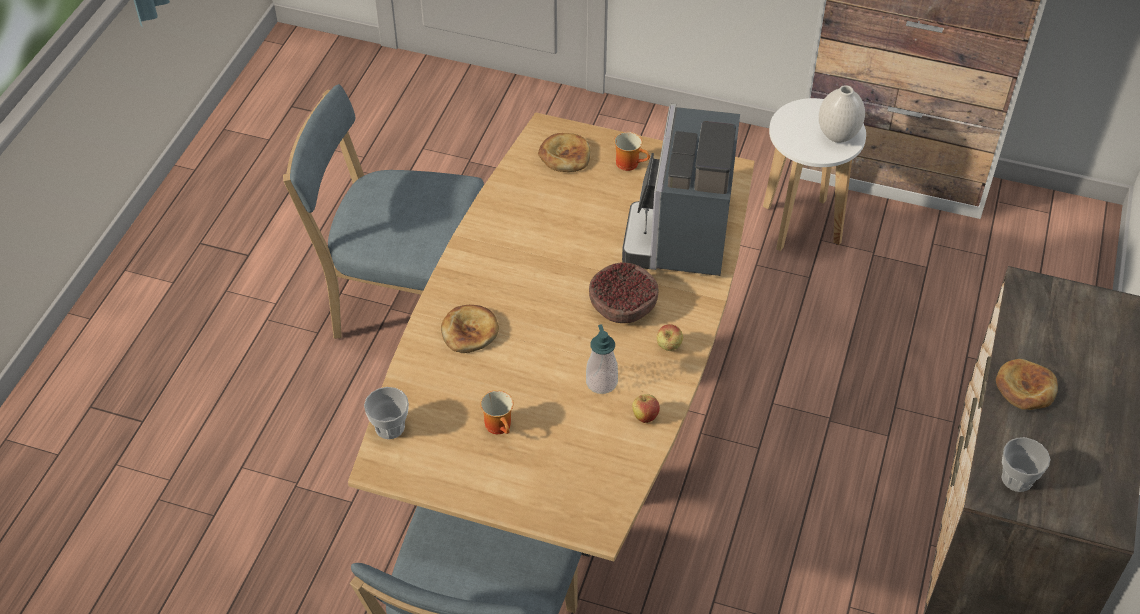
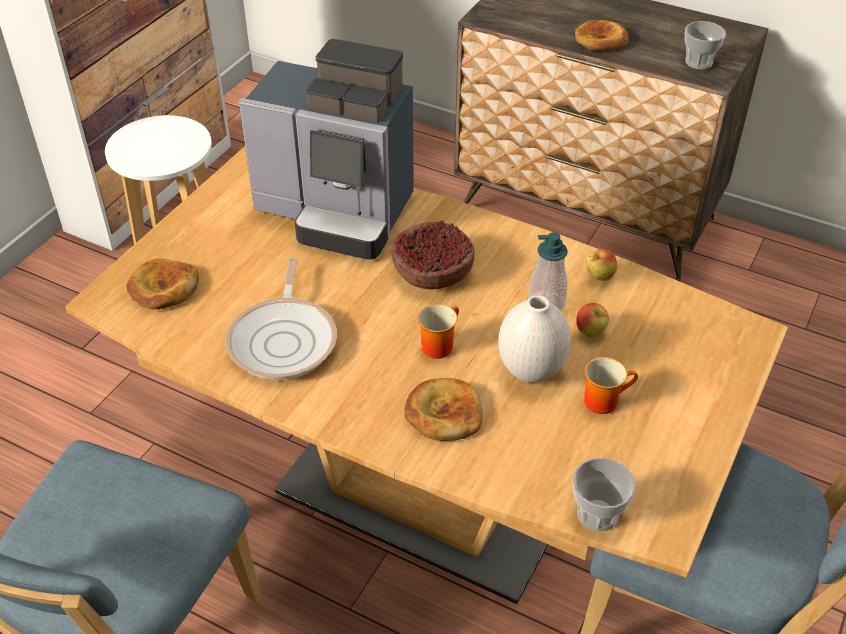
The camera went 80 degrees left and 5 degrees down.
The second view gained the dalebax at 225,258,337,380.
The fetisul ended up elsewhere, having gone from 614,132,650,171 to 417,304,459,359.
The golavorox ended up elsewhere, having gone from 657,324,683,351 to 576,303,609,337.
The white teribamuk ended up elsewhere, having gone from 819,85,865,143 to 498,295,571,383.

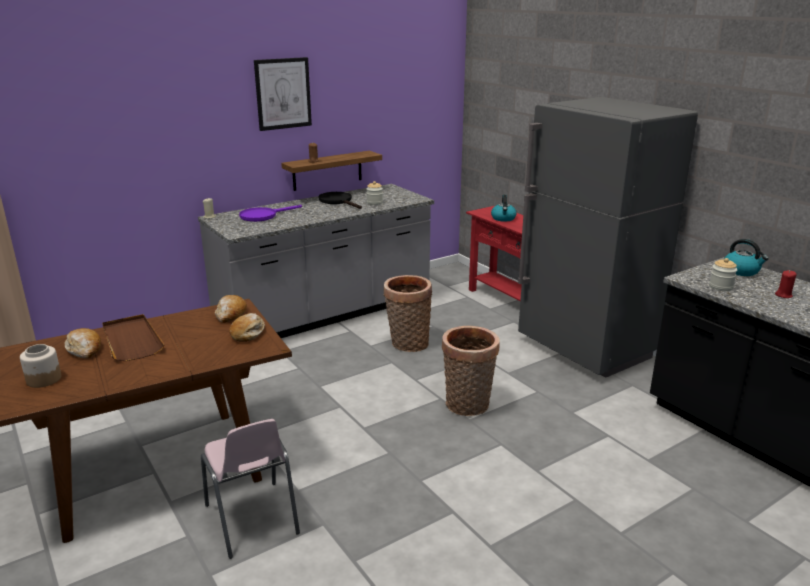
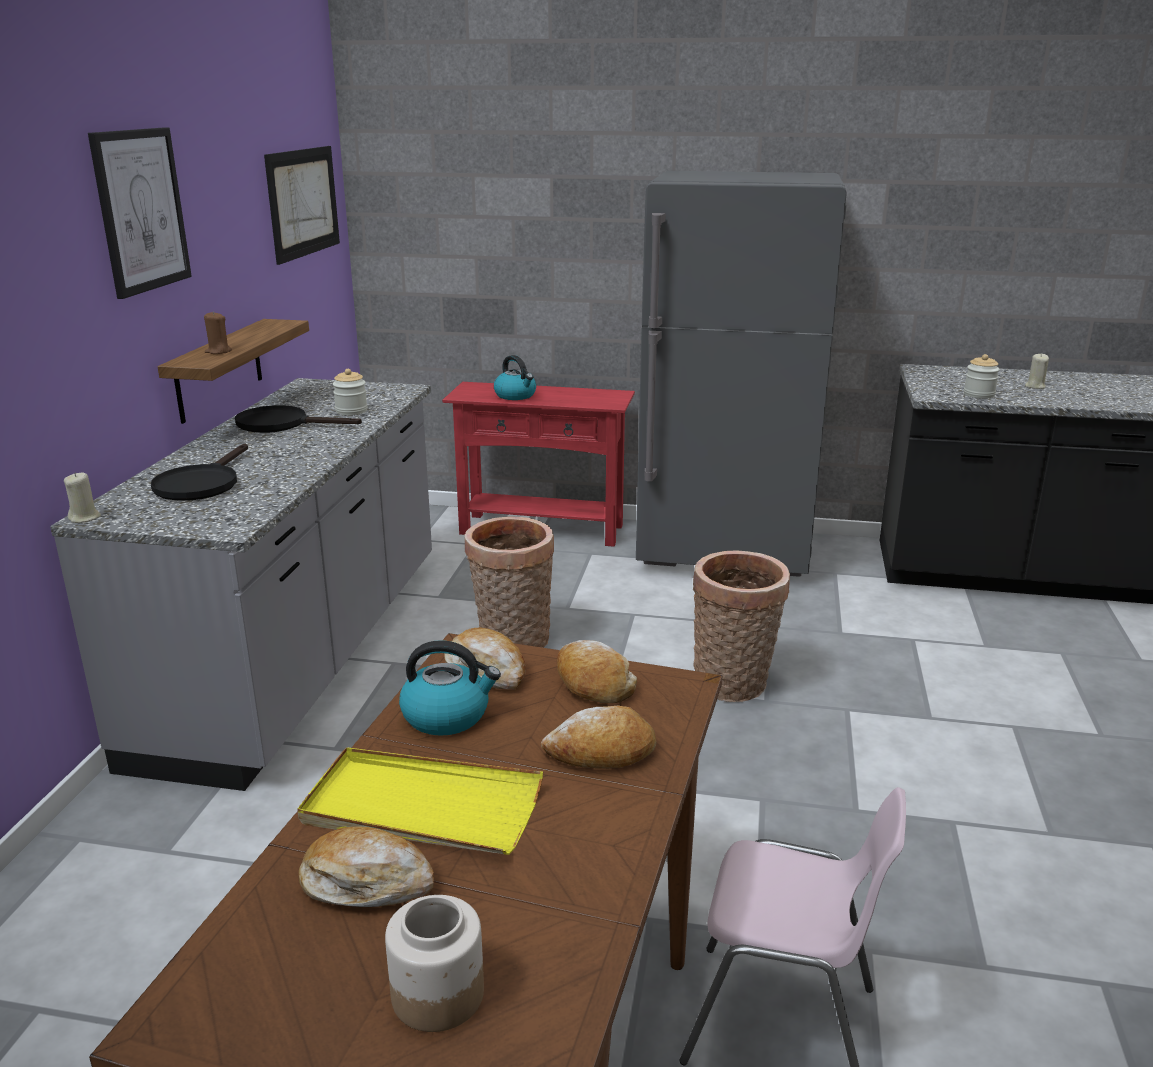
The camera went 45 degrees left and 0 degrees up.
The second view gained the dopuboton at 264,146,340,265.
The second view gained the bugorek at 541,705,657,769.
The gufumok ended up elsewhere, having gone from 724,239,769,276 to 399,640,501,736.
What was the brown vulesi at 102,314,164,361 turned into the yellow vulesi at 297,747,543,855.
What was the purple dalebax at 239,205,302,222 turned into the black dalebax at 151,443,248,501.
What was the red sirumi at 775,270,797,298 turned into the beige sirumi at 1025,353,1049,389.

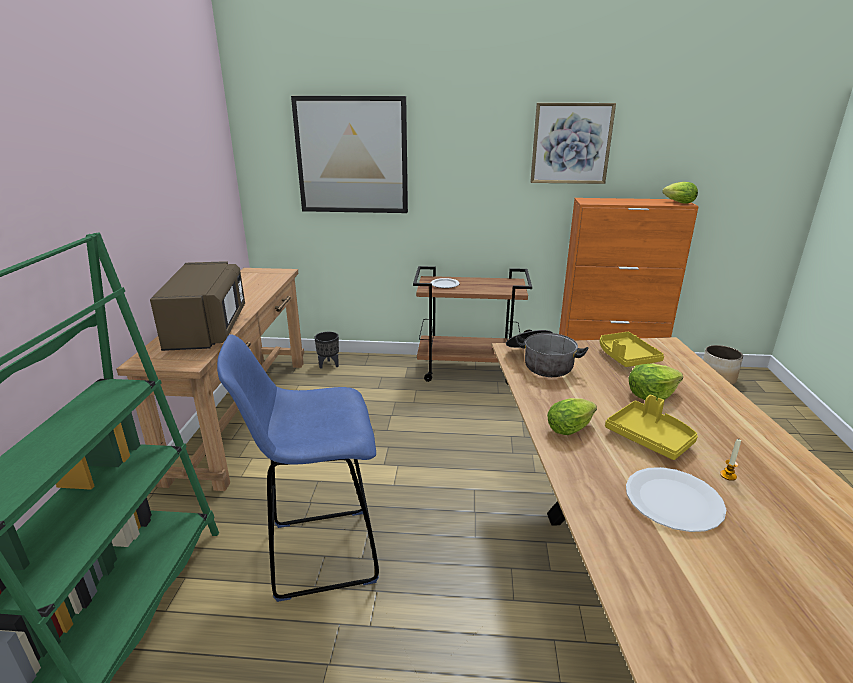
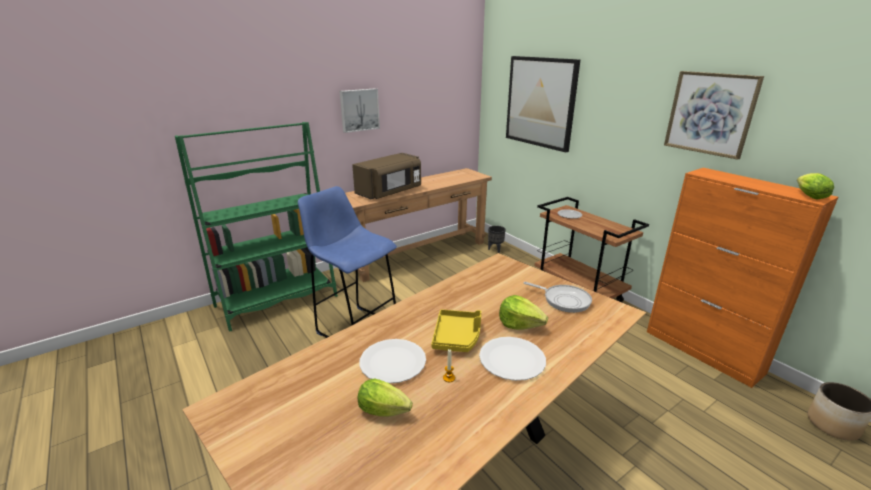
The camera went 50 degrees right and 0 degrees up.
The second view lost the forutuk at 506,330,588,377.
The second view gained the dopuboton at 340,88,380,133.
The second view gained the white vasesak at 479,337,546,381.
The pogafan ended up elsewhere, having gone from 547,398,597,435 to 358,379,413,417.
Where the yellow vulesi stood at 600,332,664,367, the dalebax came to stand at 524,282,592,313.

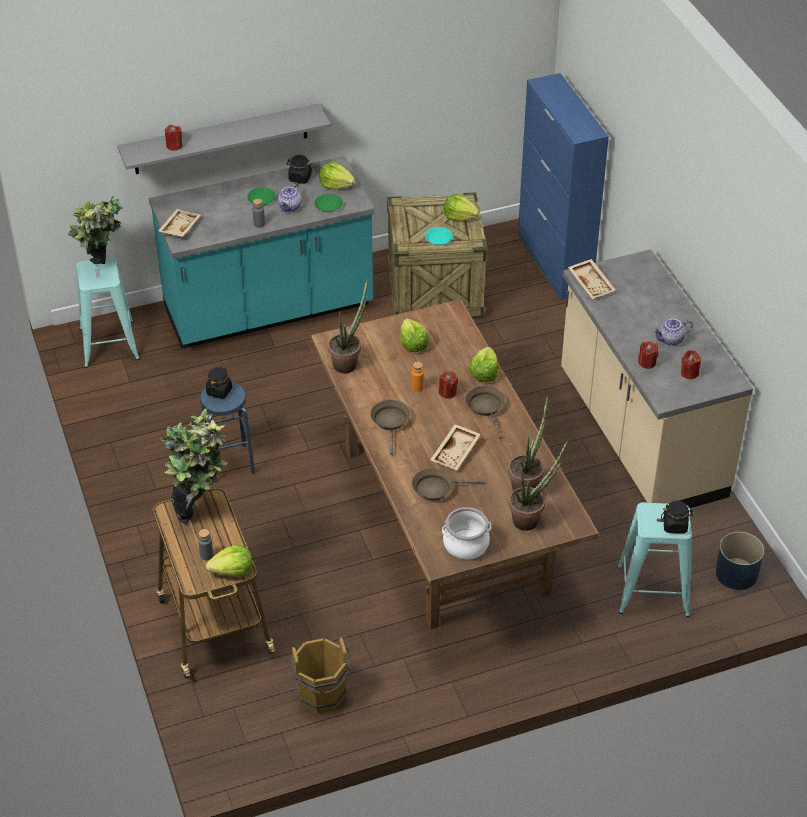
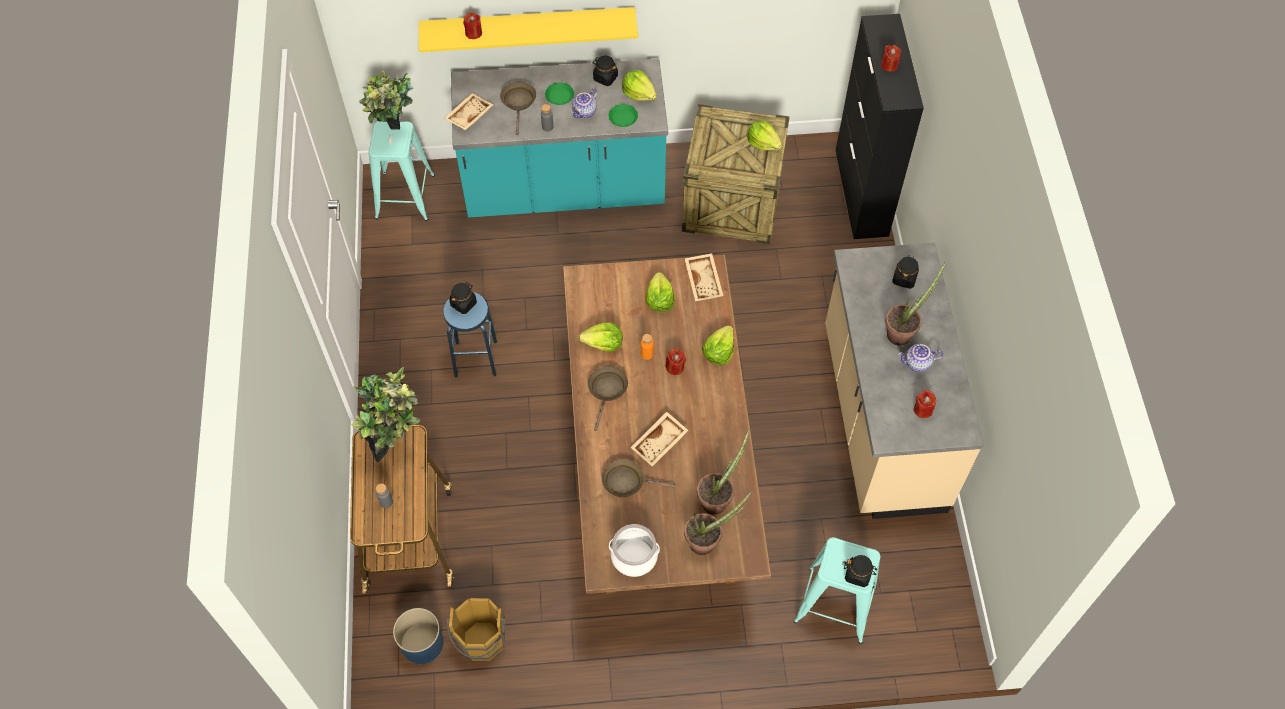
The camera went 15 degrees right and 15 degrees up.
The second view lost the turquoise vasesak at 425,227,453,245.
The second view gained the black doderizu at 892,256,919,289.
The pogafan ended up elsewhere, having gone from 206,545,253,576 to 579,322,623,351.
The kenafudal ended up elsewhere, having gone from 328,278,368,373 to 885,262,946,346.
The brown dalebax ended up elsewhere, having gone from 465,386,505,439 to 500,81,536,135.
The beige vulesi ended up elsewhere, having gone from 568,259,615,299 to 684,253,723,301.
The red sirumi ended up elsewhere, having gone from 638,341,658,369 to 881,45,901,72.
The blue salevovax ended up elsewhere, having gone from 716,532,764,590 to 393,608,444,664.
What was the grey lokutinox at 117,104,330,174 turned into the yellow lokutinox at 419,7,638,52.
What was the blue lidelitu at 518,73,609,300 turned into the black lidelitu at 836,14,924,239.

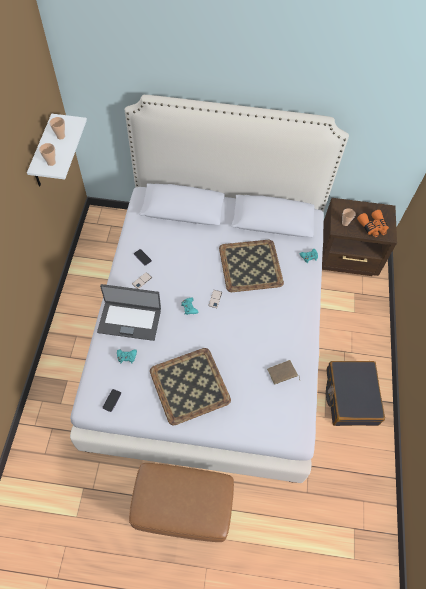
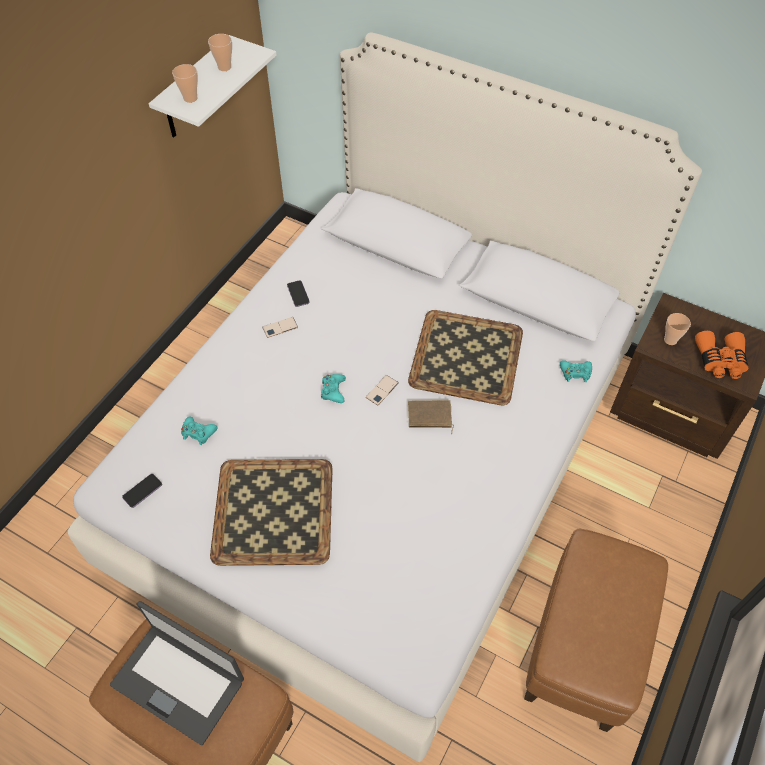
The camera went 25 degrees right and 5 degrees down.
The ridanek ended up elsewhere, having gone from 97,284,161,341 to 110,601,244,745.
The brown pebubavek ended up elsewhere, having gone from 267,360,300,385 to 408,400,454,434.
Where the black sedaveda stood at 326,361,385,426, the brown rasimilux came to stand at 524,529,668,732.

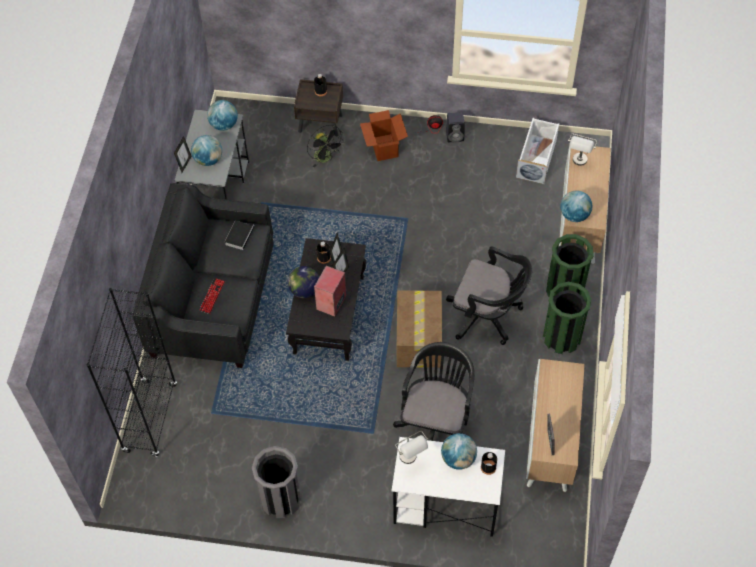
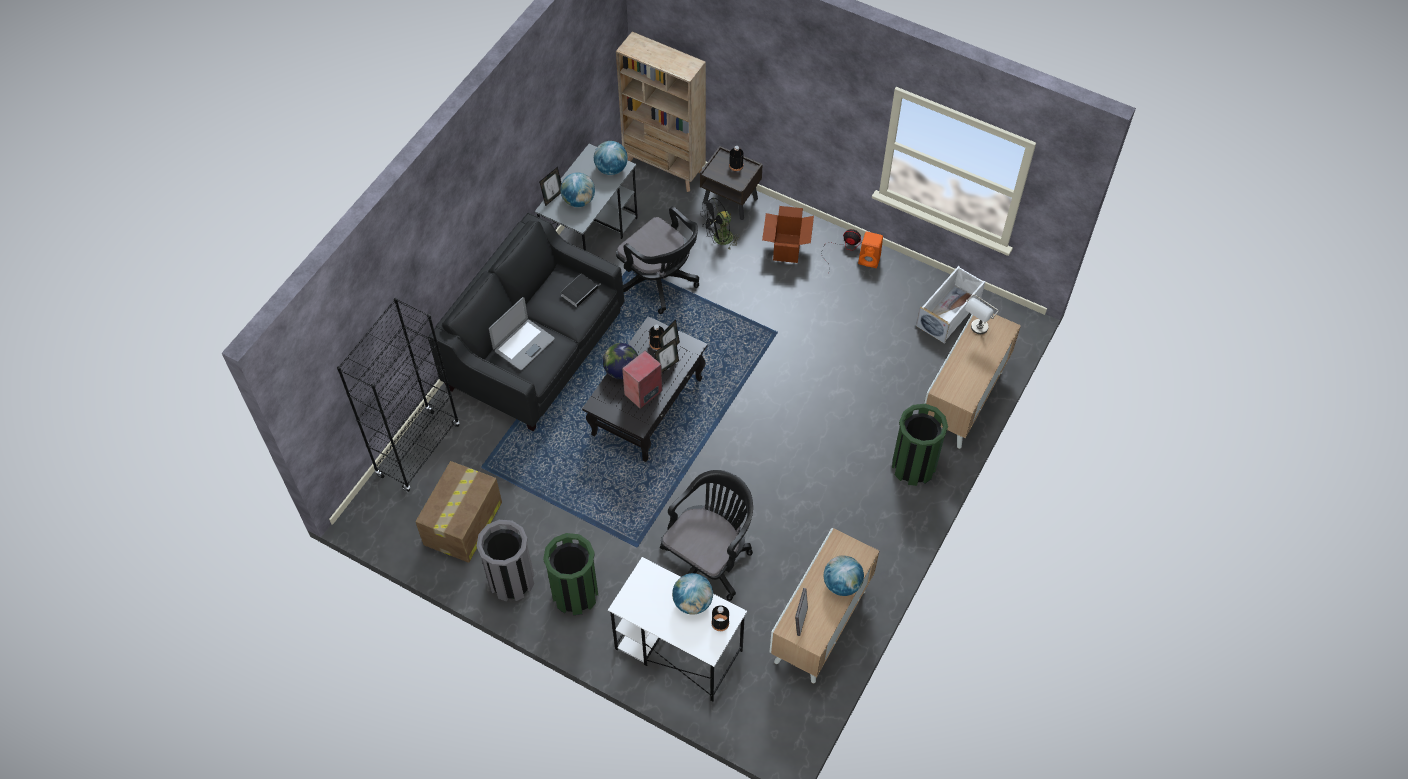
The camera went 20 degrees right and 0 degrees up.
The second view lost the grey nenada at 395,431,428,464.
The second view gained the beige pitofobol at 616,32,706,192.
The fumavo ended up elsewhere, having gone from 397,290,442,368 to 415,461,502,563.
The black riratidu ended up elsewhere, having gone from 446,246,532,345 to 616,206,699,314.
The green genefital ended up elsewhere, having gone from 543,282,592,354 to 543,533,598,615.
The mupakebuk ended up elsewhere, having gone from 560,190,592,222 to 824,555,864,596.
Where the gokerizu stood at 199,278,225,314, the ridanek came to stand at 489,297,555,370.
What was the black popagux at 446,112,465,142 turned into the orange popagux at 858,232,883,268.
The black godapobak at 307,125,344,167 ended up facing another way, 75 degrees clockwise from before.

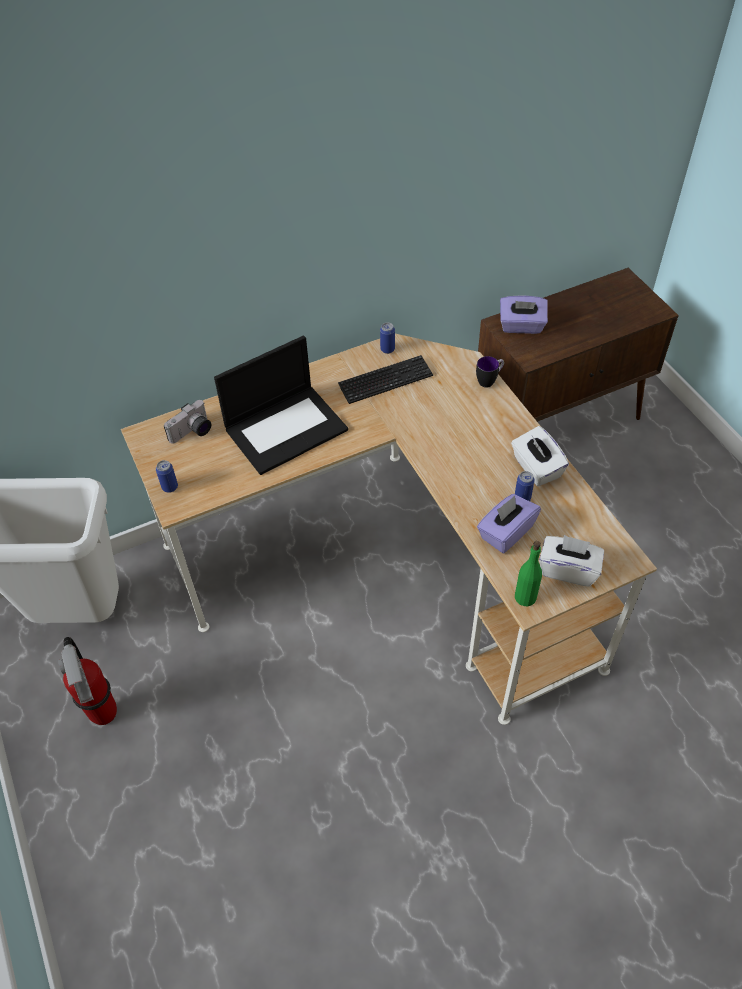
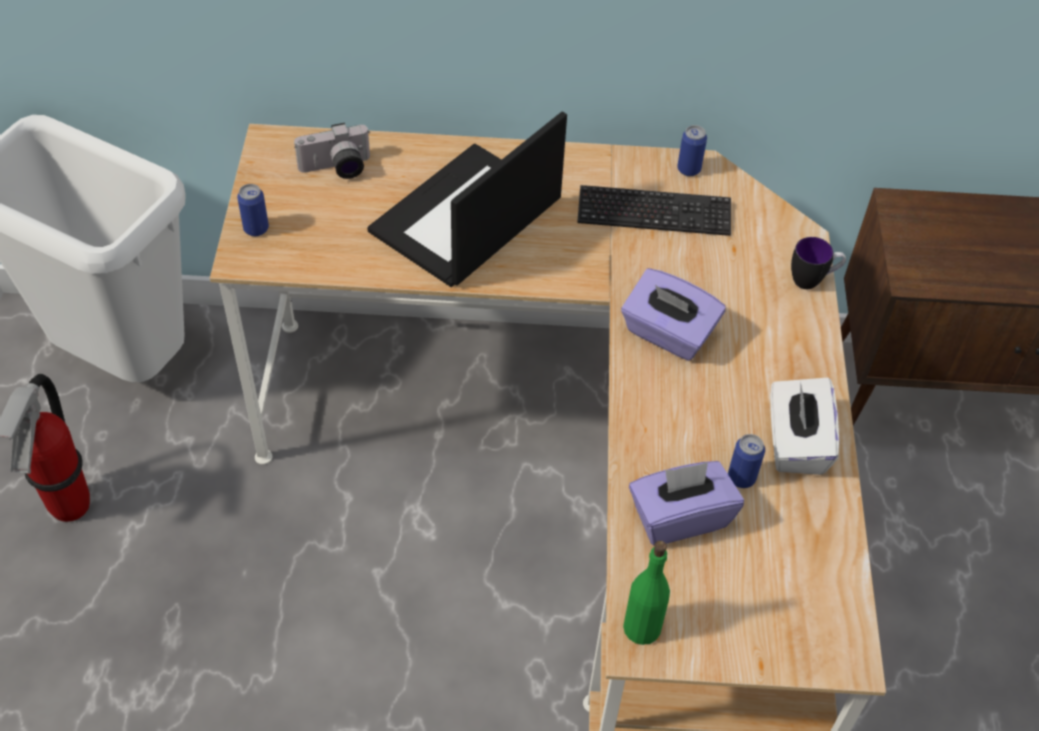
The camera went 25 degrees right and 0 degrees up.
The second view lost the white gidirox at 539,535,604,587.
The purple gidirox ended up elsewhere, having gone from 500,296,548,334 to 621,268,726,361.
The ridanek at 214,335,348,475 ended up facing another way, 135 degrees clockwise from before.

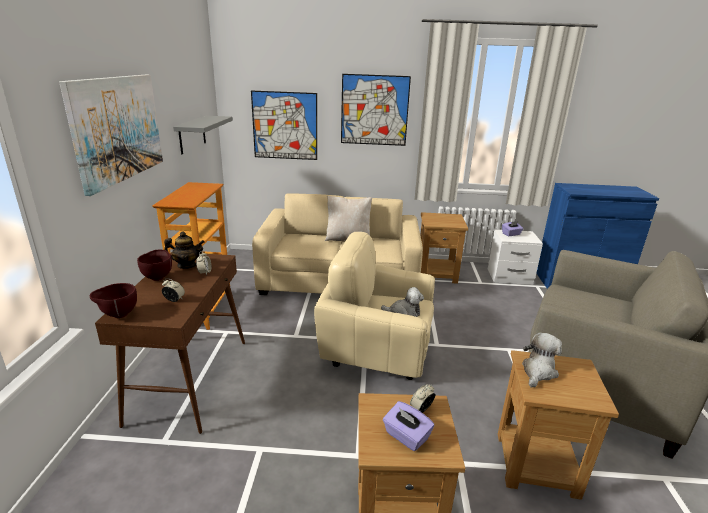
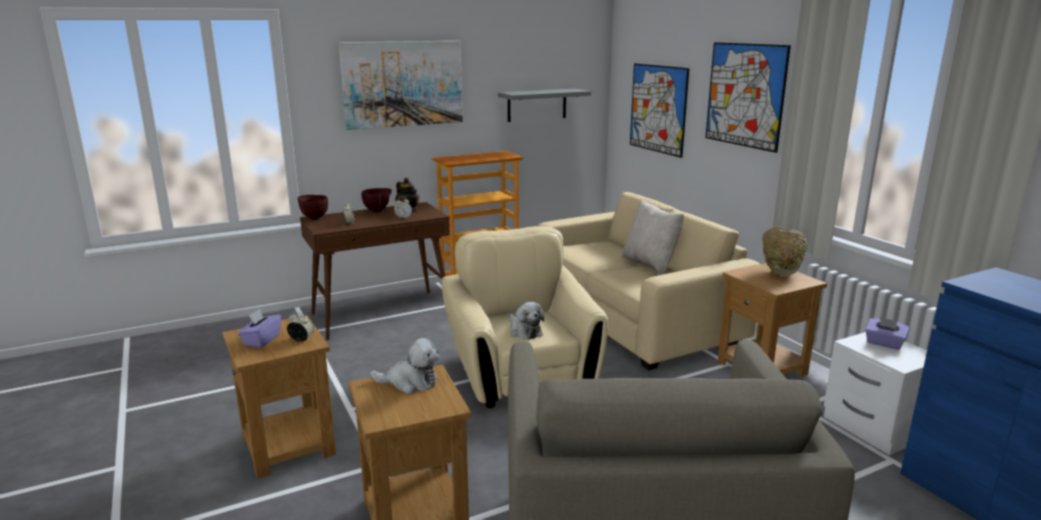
The camera went 60 degrees right and 5 degrees down.
The second view gained the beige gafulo at 762,226,807,277.

